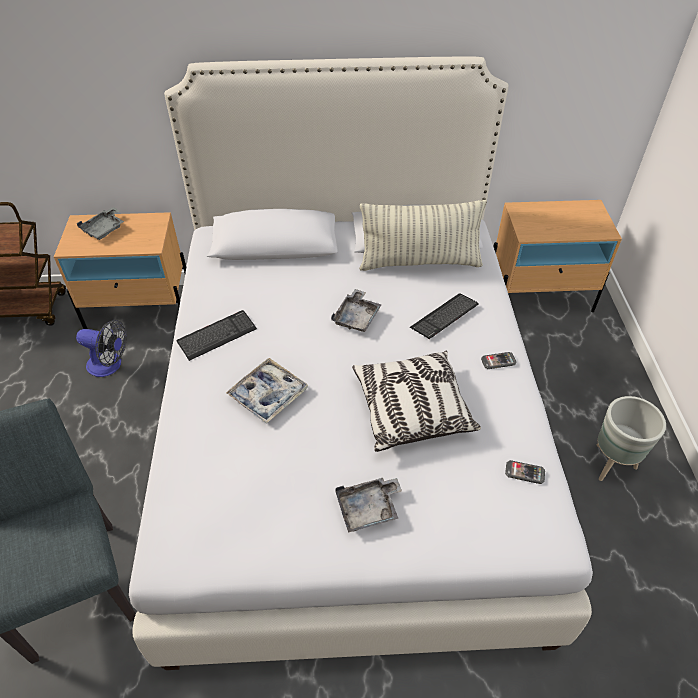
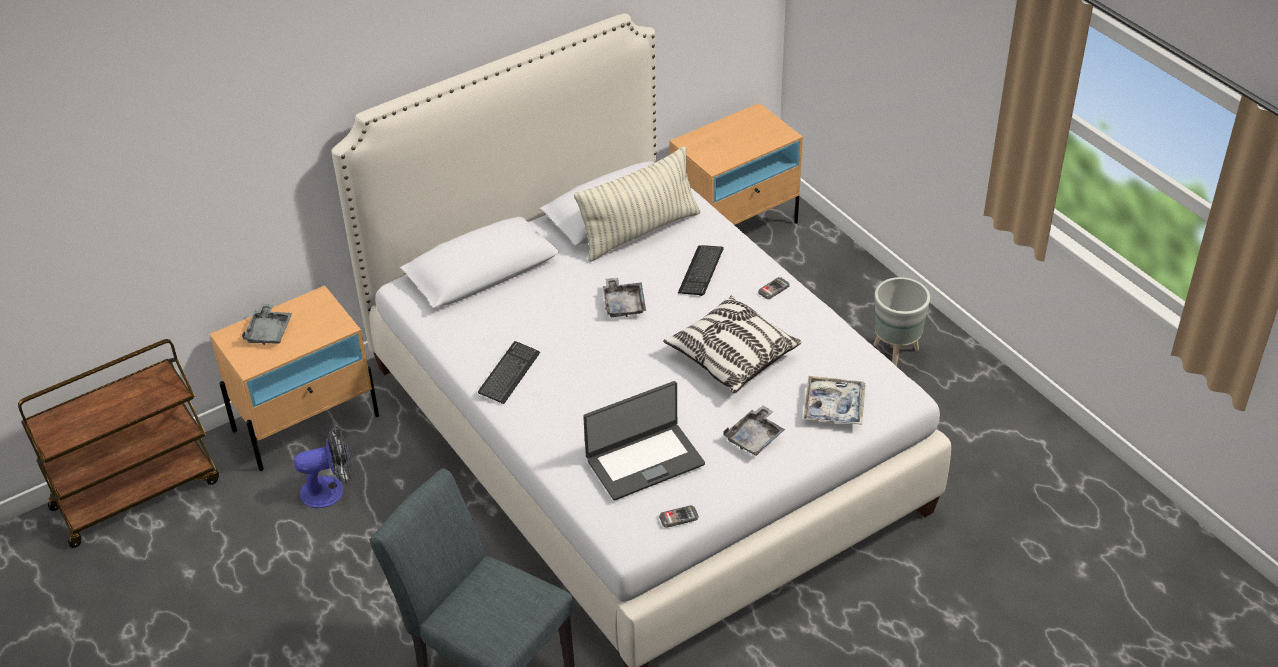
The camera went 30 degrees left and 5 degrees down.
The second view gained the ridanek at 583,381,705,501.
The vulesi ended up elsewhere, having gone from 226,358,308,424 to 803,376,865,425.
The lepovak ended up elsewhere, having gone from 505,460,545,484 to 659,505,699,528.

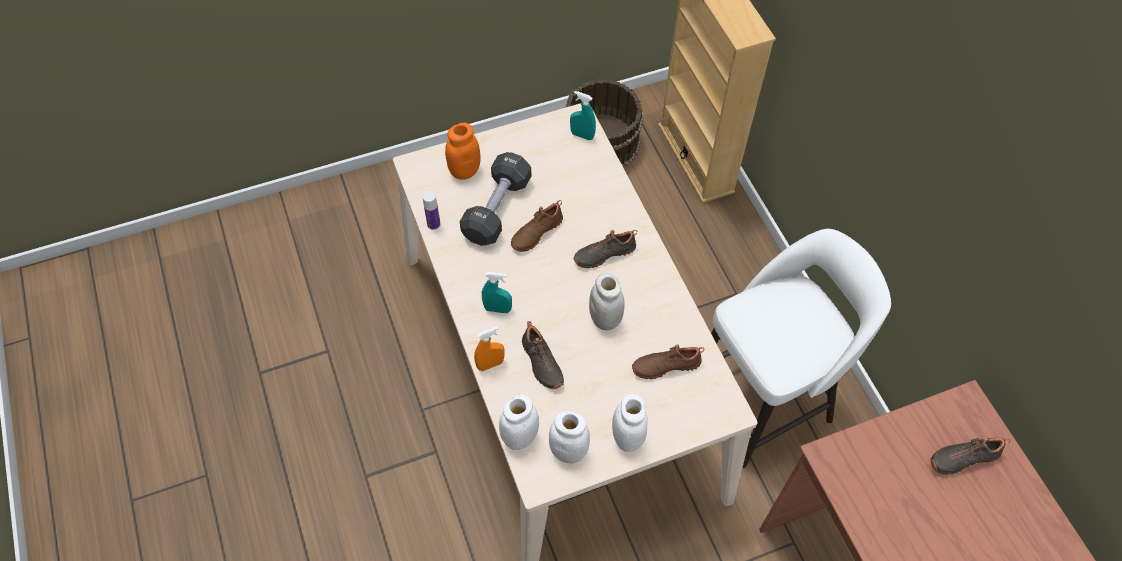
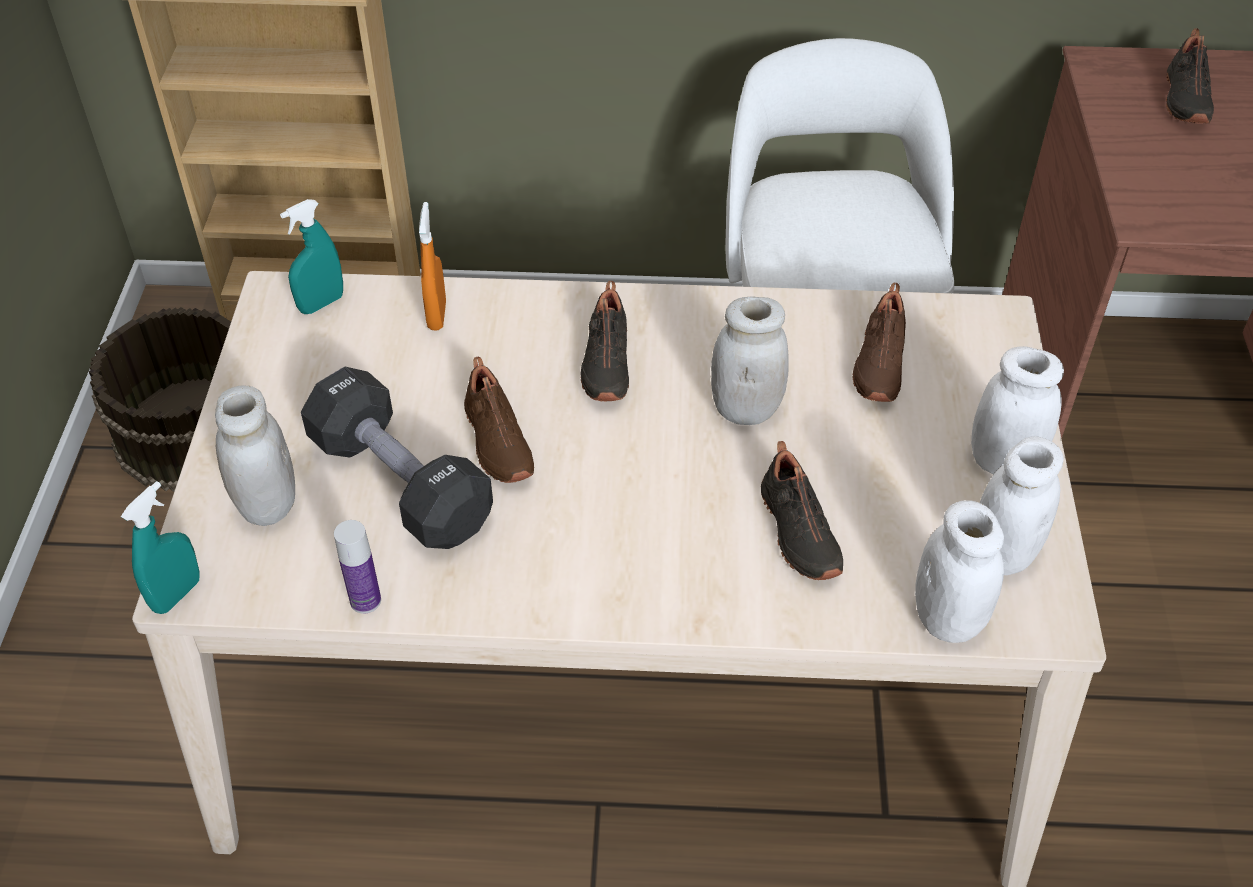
The camera went 65 degrees left and 10 degrees down.
The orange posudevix ended up elsewhere, having gone from 474,326,505,371 to 419,202,446,331.
The turquoise posudevix ended up elsewhere, having gone from 482,272,512,313 to 121,481,199,614.
What was the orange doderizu at 445,123,481,179 turned into the white doderizu at 215,385,295,526.
The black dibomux at 522,321,564,389 ended up facing another way, 75 degrees clockwise from before.

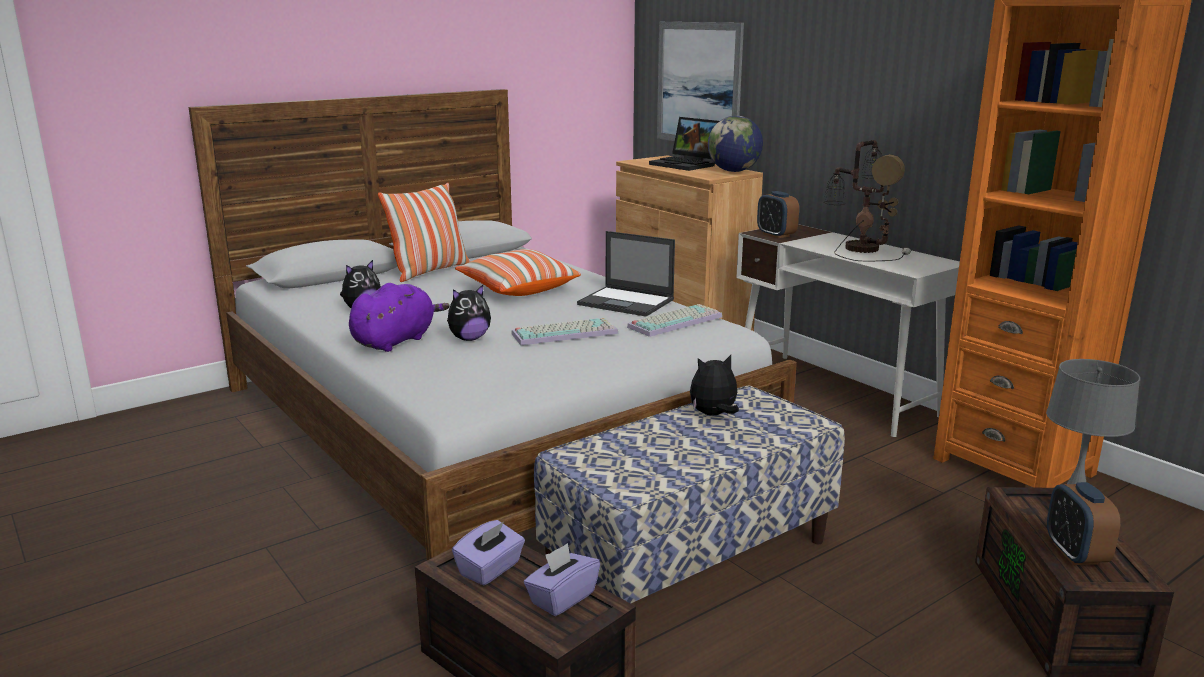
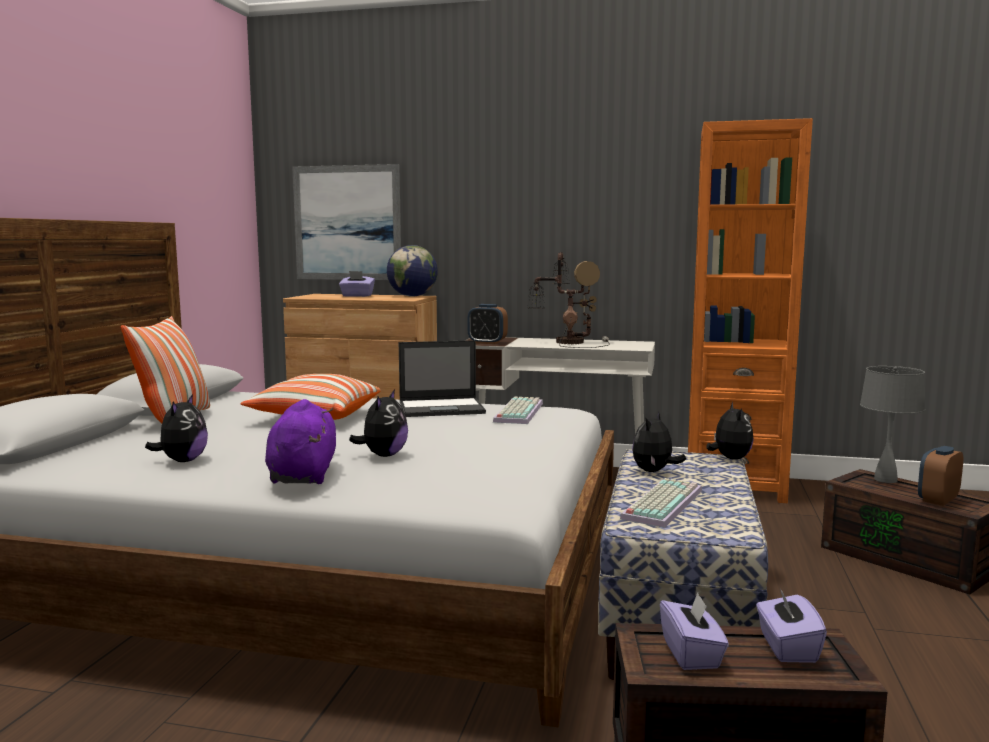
The camera went 40 degrees left and 10 degrees down.
The second view gained the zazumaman at 707,402,753,460.
The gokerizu ended up elsewhere, having gone from 511,318,619,345 to 620,478,702,528.
Where the ridanek stood at 649,117,719,171, the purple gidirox came to stand at 339,271,375,297.
The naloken at 1047,482,1120,565 ended up facing another way, 90 degrees clockwise from before.

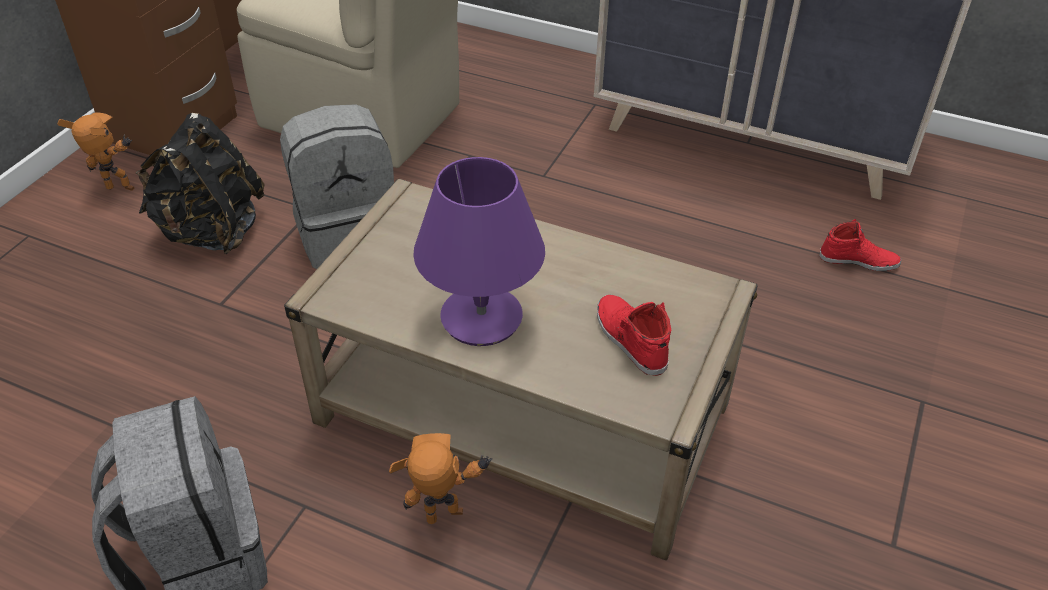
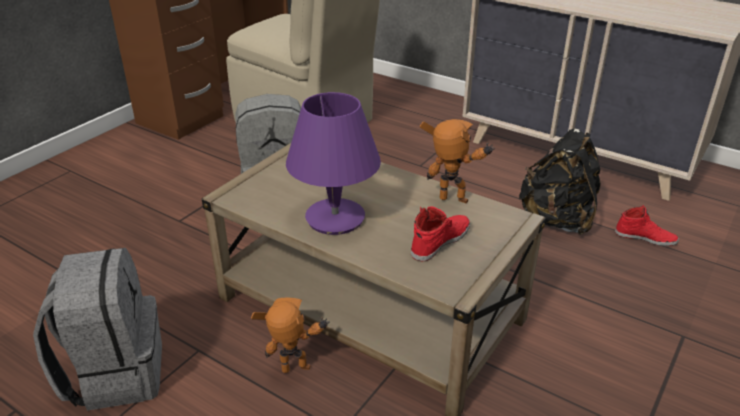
The camera went 10 degrees right and 10 degrees down.
The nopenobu ended up elsewhere, having gone from 57,112,135,191 to 420,119,495,203.
The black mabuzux ended up elsewhere, having gone from 136,113,265,254 to 519,128,601,235.
The red dibomux at 597,295,671,376 ended up facing another way, 60 degrees clockwise from before.

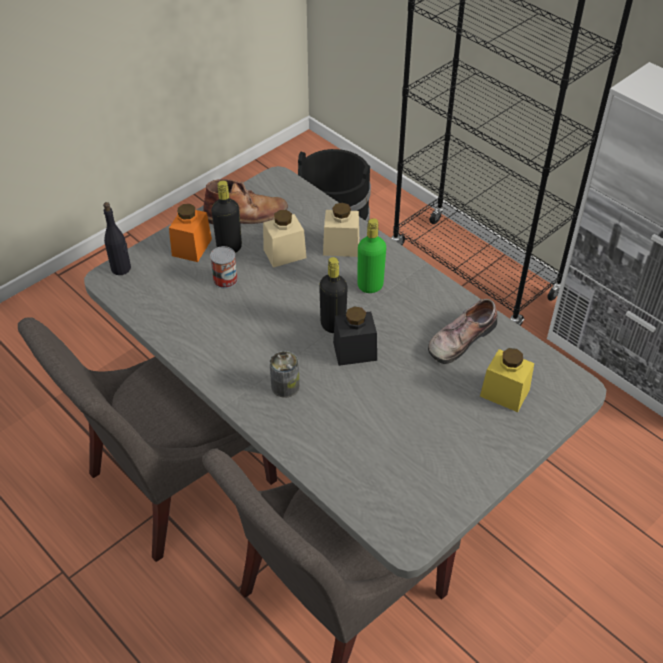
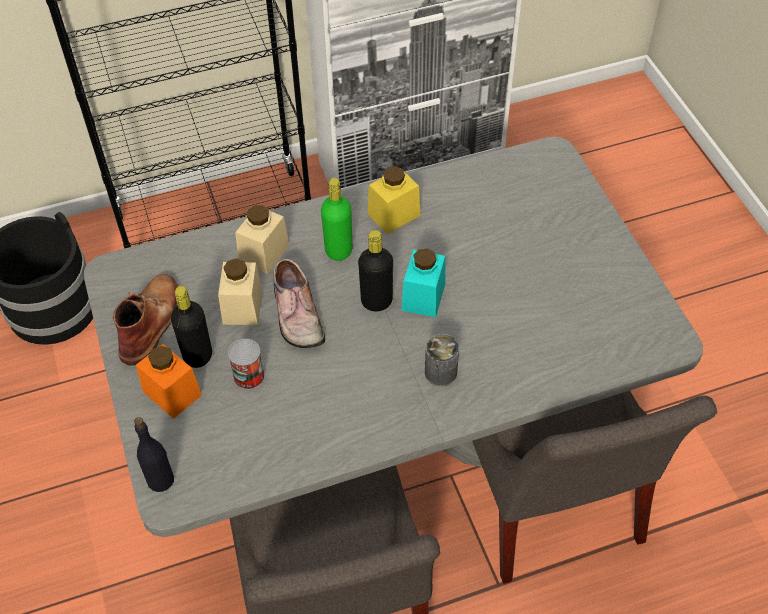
The camera went 65 degrees left and 5 degrees up.
The dibomux ended up elsewhere, having gone from 428,299,497,364 to 273,259,325,348.
The yellow doderizu ended up elsewhere, having gone from 480,348,534,412 to 368,166,420,234.
What was the black doderizu at 333,306,377,366 turned into the turquoise doderizu at 401,248,445,317.

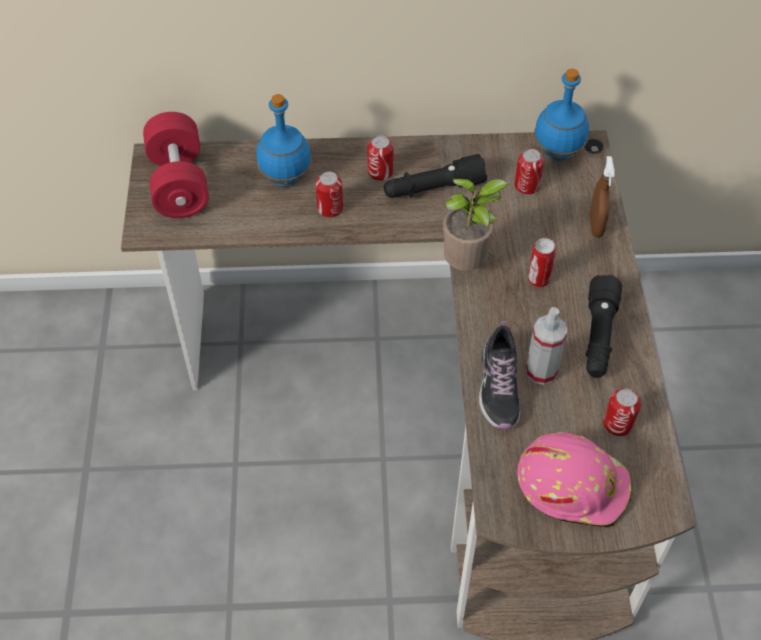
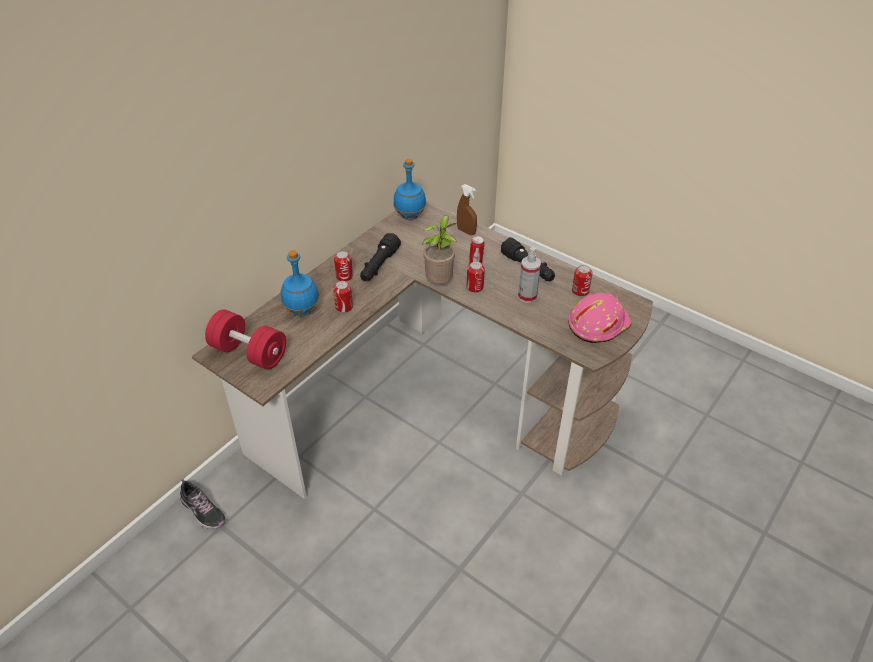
The camera went 50 degrees left and 10 degrees down.
The dibomux ended up elsewhere, having gone from 479,321,520,429 to 180,479,226,529.
The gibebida ended up elsewhere, having gone from 514,149,544,195 to 467,261,485,293.

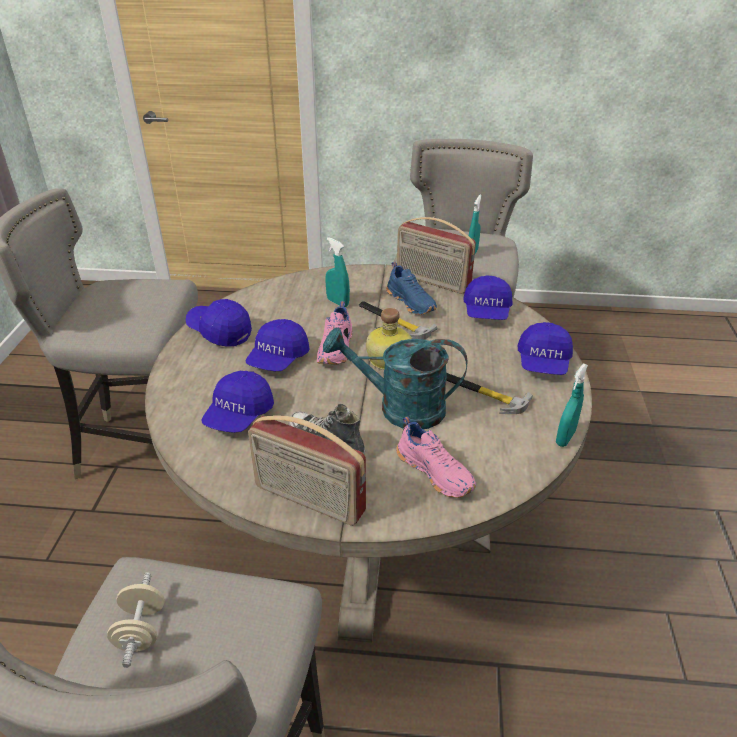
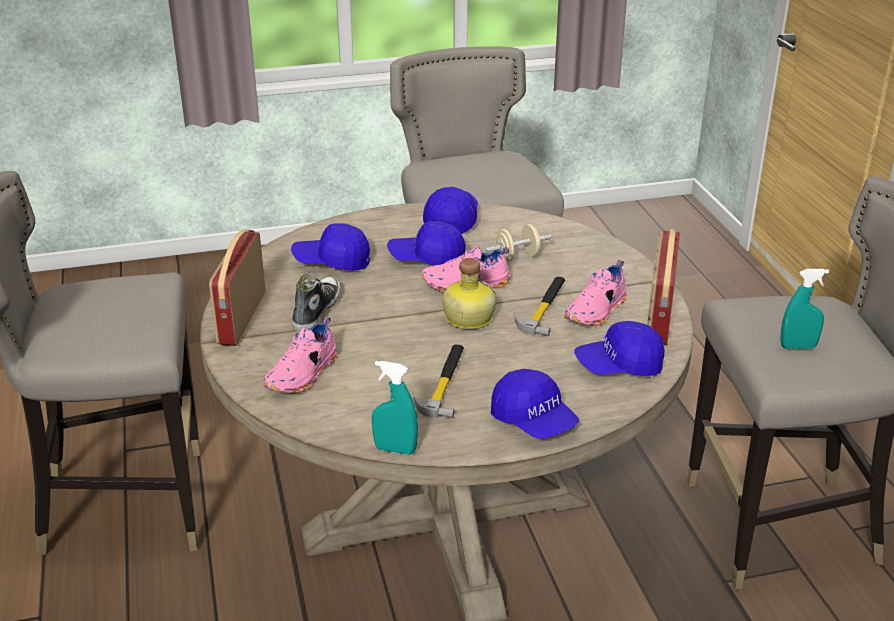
The camera went 70 degrees right and 5 degrees down.
The second view lost the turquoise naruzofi at 323,327,468,429.
The second view lost the turquoise posudevix at 325,237,350,307.
The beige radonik ended up elsewhere, having gone from 107,572,165,668 to 485,224,551,262.
What was the blue dibomux at 386,262,437,315 turned into the pink dibomux at 564,260,626,326.
The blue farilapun at 517,322,573,375 ended up facing another way, 120 degrees counterclockwise from before.

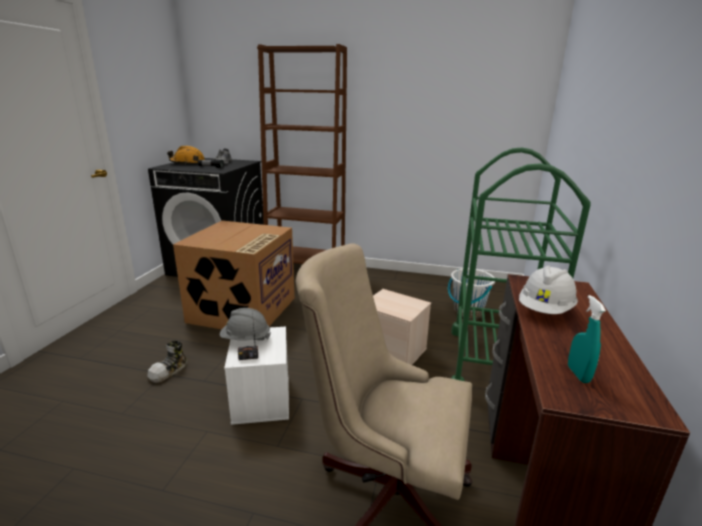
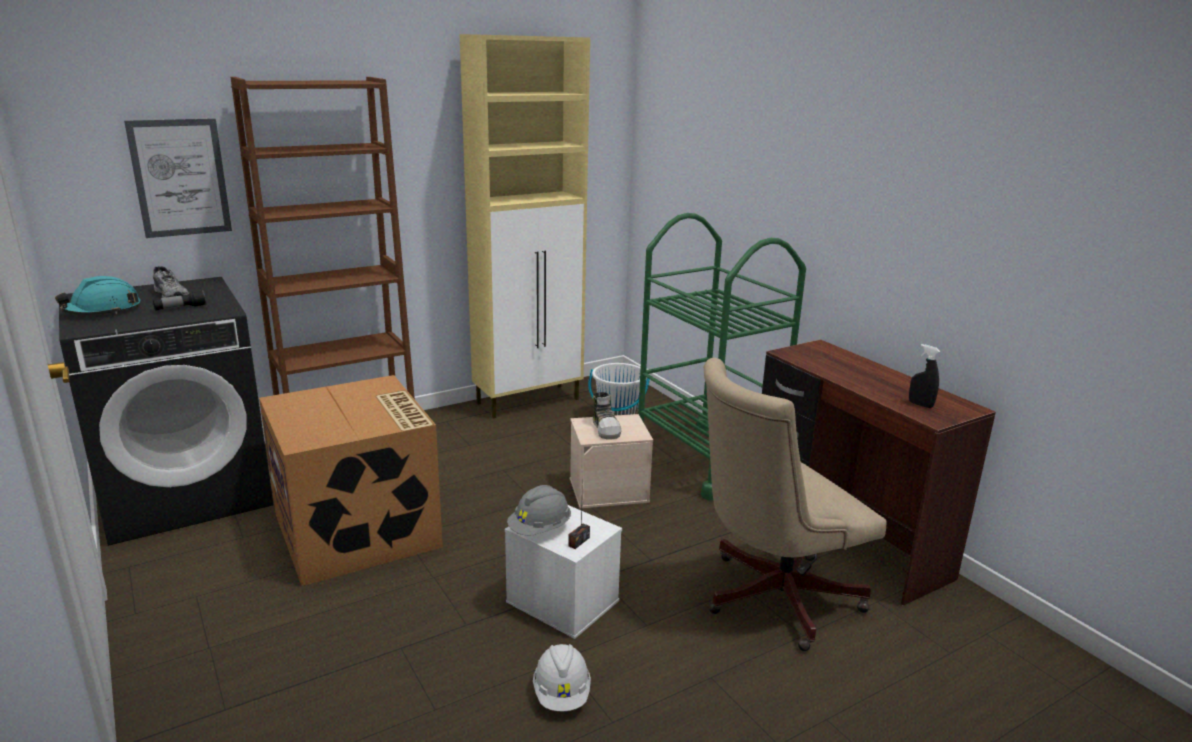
The camera went 45 degrees left and 0 degrees up.
The second view gained the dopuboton at 124,118,232,238.
The second view gained the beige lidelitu at 460,34,590,418.
The dibomux ended up elsewhere, having gone from 147,341,187,383 to 593,392,621,439.
The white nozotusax ended up elsewhere, having gone from 519,265,578,314 to 533,644,591,711.
What was the orange nozotusax at 167,146,205,165 turned into the turquoise nozotusax at 55,276,140,315.
What was the turquoise posudevix at 568,295,606,383 turned into the black posudevix at 909,344,940,408.

